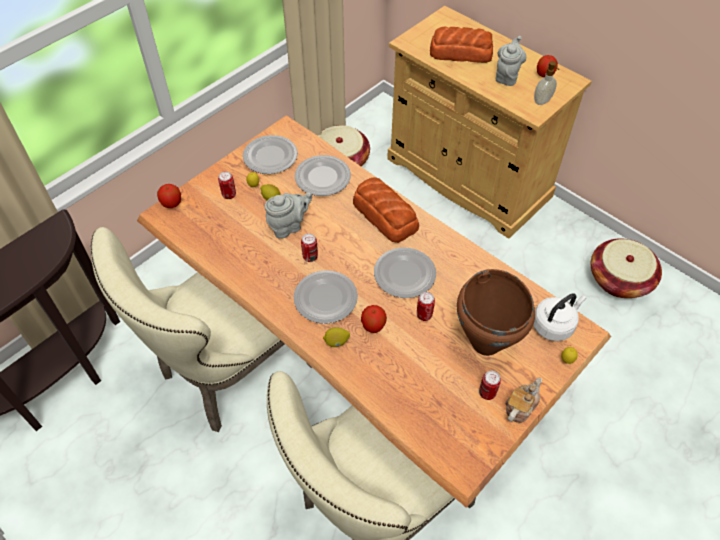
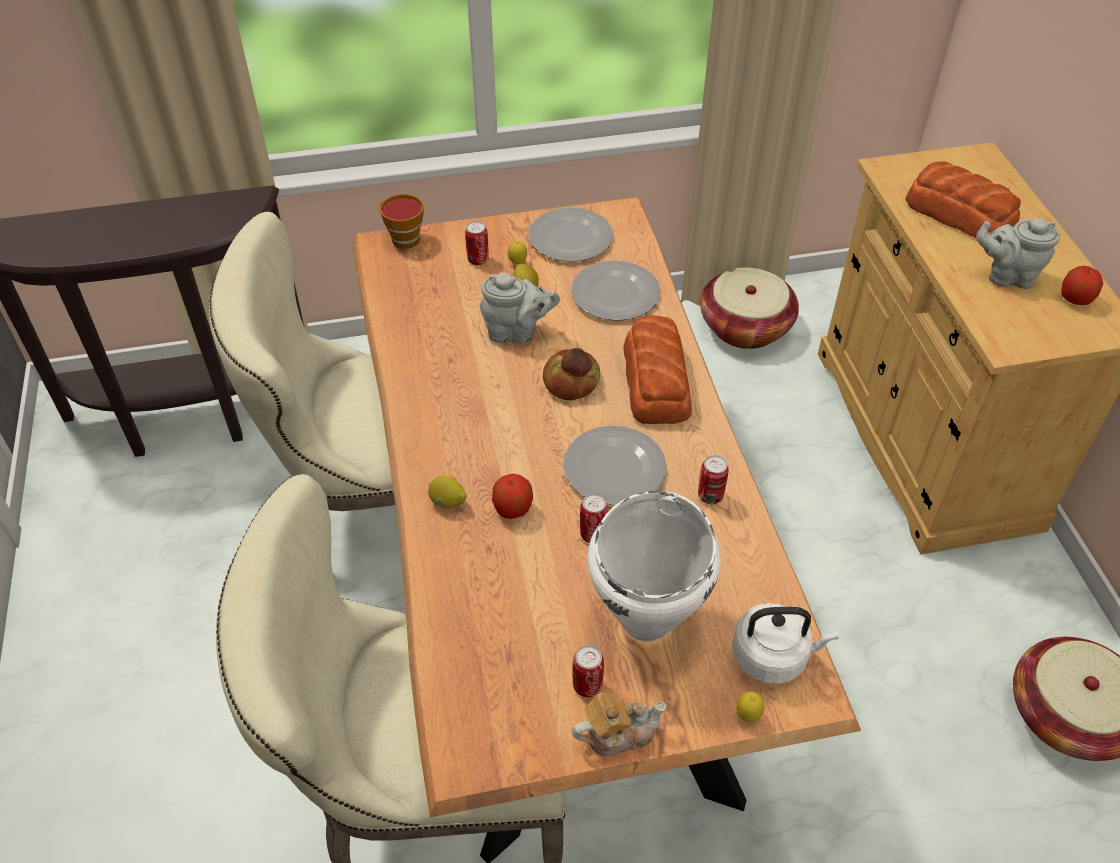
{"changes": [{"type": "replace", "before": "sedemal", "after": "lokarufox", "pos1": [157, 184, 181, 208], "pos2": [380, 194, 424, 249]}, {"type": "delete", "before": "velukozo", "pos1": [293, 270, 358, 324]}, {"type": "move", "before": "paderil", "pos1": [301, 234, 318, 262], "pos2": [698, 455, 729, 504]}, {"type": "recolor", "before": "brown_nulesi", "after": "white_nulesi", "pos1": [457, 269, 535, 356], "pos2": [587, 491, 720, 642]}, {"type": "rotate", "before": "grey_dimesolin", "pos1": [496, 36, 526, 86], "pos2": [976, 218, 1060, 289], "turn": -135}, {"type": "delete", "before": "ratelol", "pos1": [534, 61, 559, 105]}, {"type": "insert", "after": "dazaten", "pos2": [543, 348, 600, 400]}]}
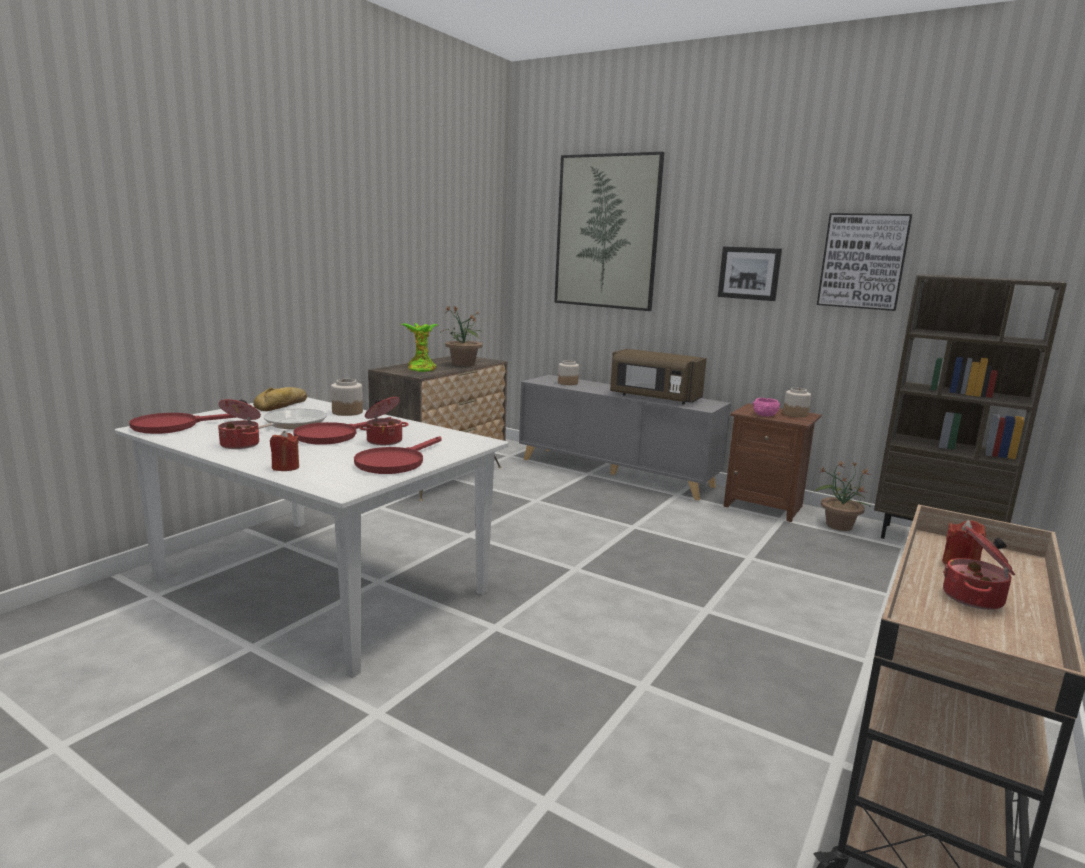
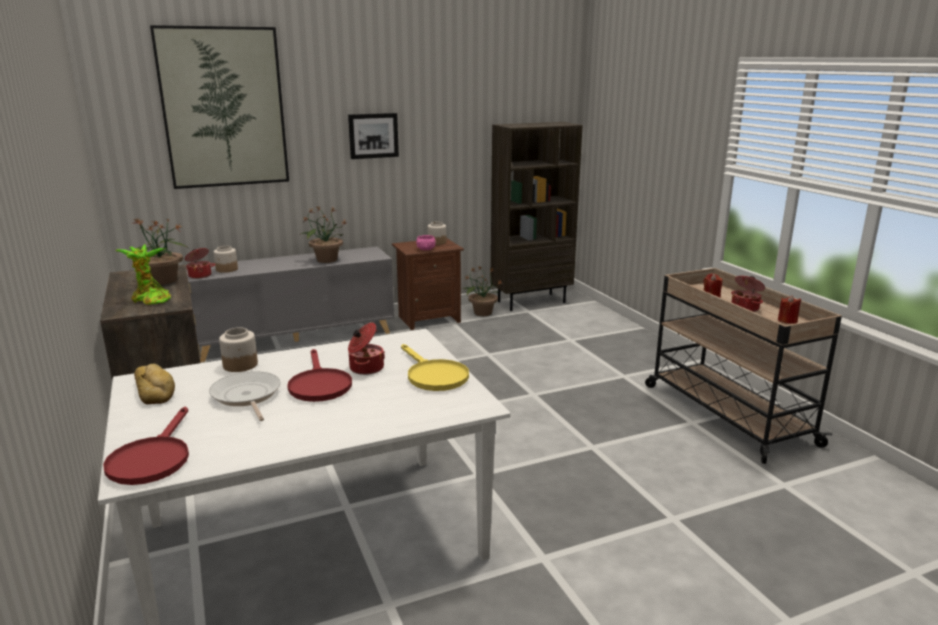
{"changes": [{"type": "move", "before": "nulesi", "pos1": [218, 399, 261, 449], "pos2": [185, 248, 215, 279]}, {"type": "move", "before": "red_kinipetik", "pos1": [270, 431, 299, 471], "pos2": [778, 295, 801, 324]}, {"type": "recolor", "before": "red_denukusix", "after": "yellow_denukusix", "pos1": [354, 436, 442, 474], "pos2": [401, 344, 469, 391]}, {"type": "replace", "before": "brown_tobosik", "after": "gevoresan", "pos1": [610, 349, 707, 404], "pos2": [301, 206, 347, 263]}, {"type": "delete", "before": "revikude", "pos1": [817, 213, 912, 311]}]}
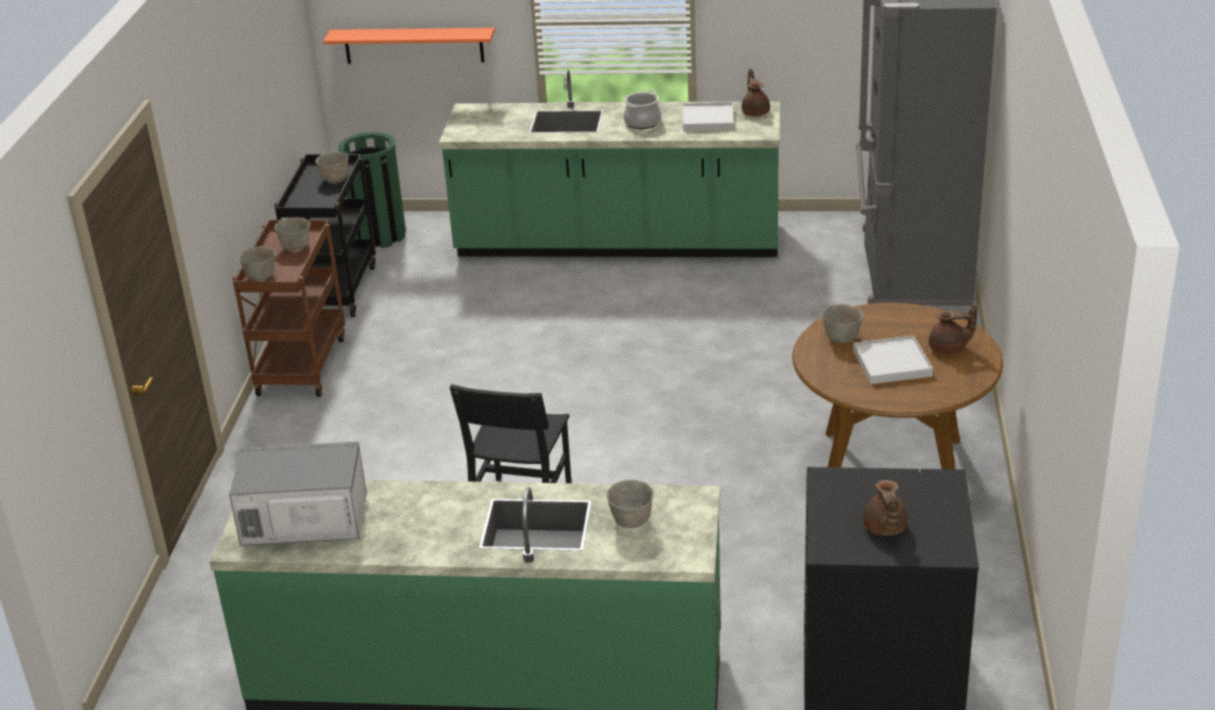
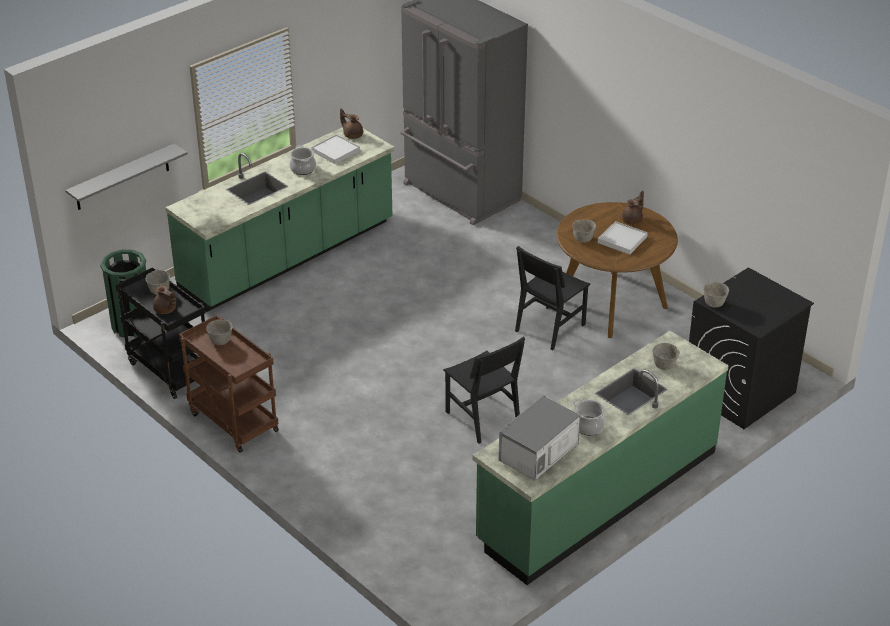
{"changes": [{"type": "move", "before": "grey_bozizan", "pos1": [239, 246, 276, 281], "pos2": [704, 282, 729, 307]}, {"type": "recolor", "before": "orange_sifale", "after": "grey_sifale", "pos1": [323, 28, 495, 64], "pos2": [65, 144, 188, 210]}, {"type": "move", "before": "brown_dimesolin", "pos1": [863, 480, 908, 536], "pos2": [153, 286, 176, 314]}, {"type": "insert", "after": "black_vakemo", "pos2": [515, 246, 590, 350]}, {"type": "insert", "after": "nulesi", "pos2": [573, 399, 606, 435]}]}
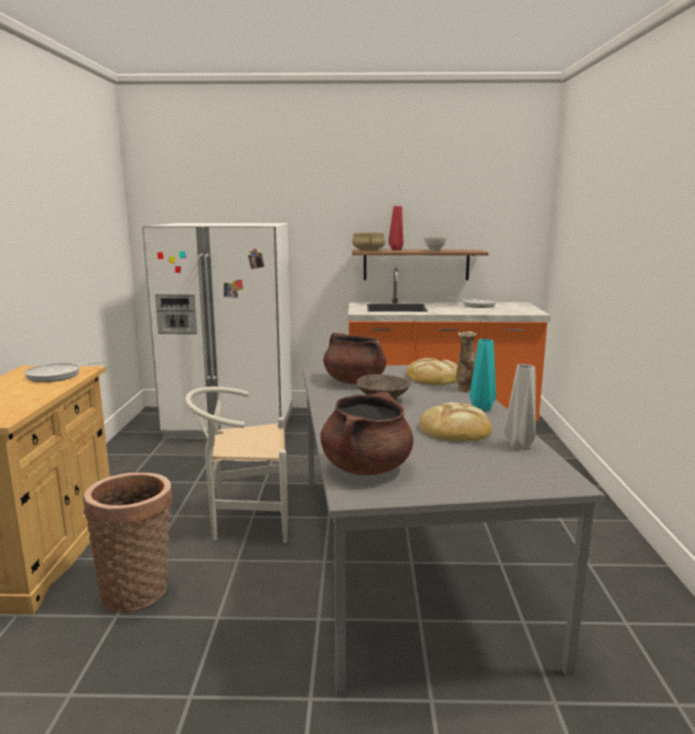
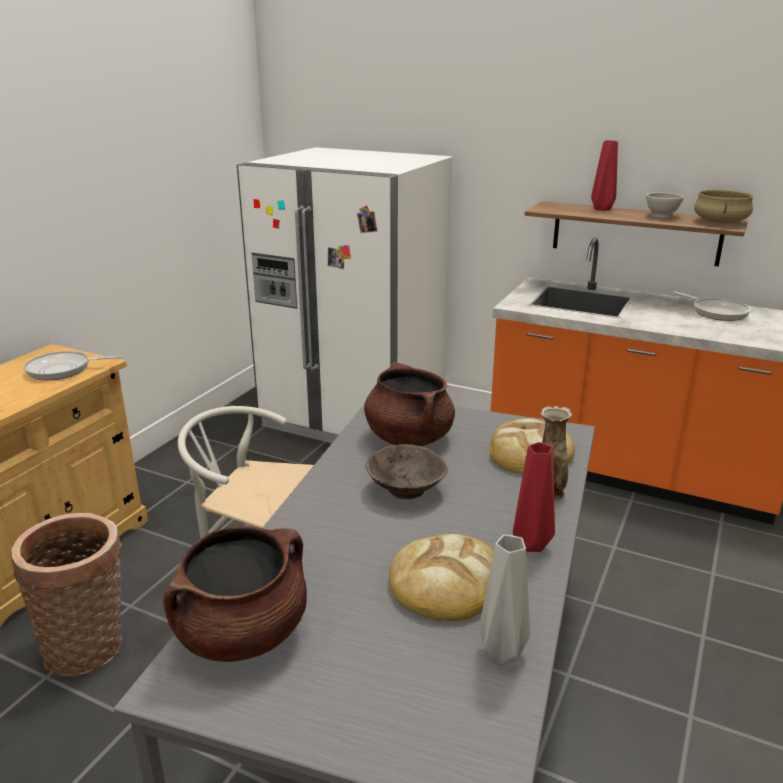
{"changes": [{"type": "move", "before": "beige_nulesi", "pos1": [352, 232, 385, 251], "pos2": [694, 190, 753, 223]}, {"type": "recolor", "before": "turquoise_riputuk", "after": "red_riputuk", "pos1": [470, 339, 496, 411], "pos2": [513, 442, 555, 552]}]}
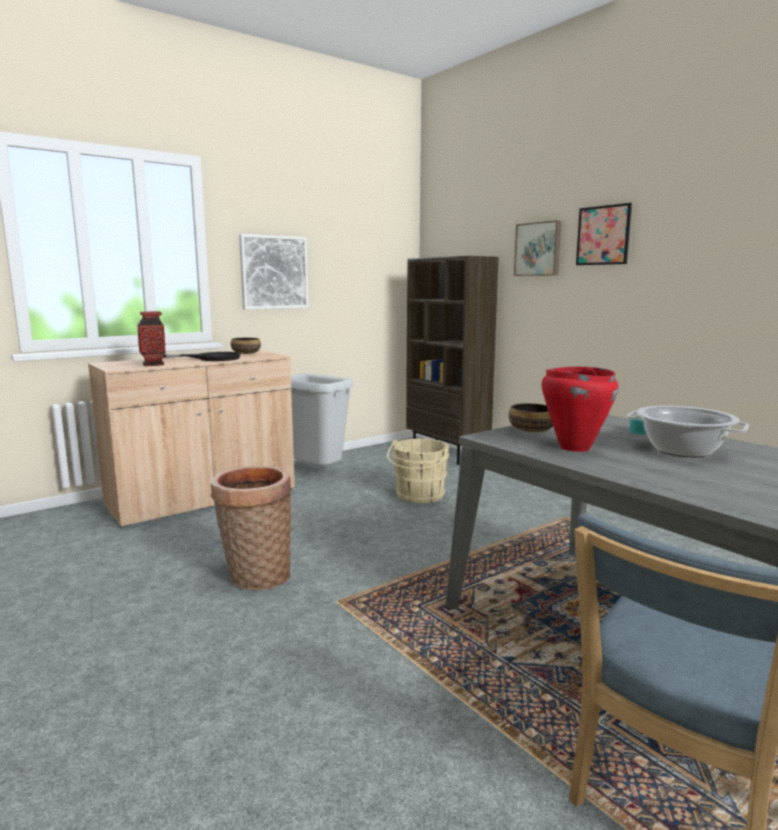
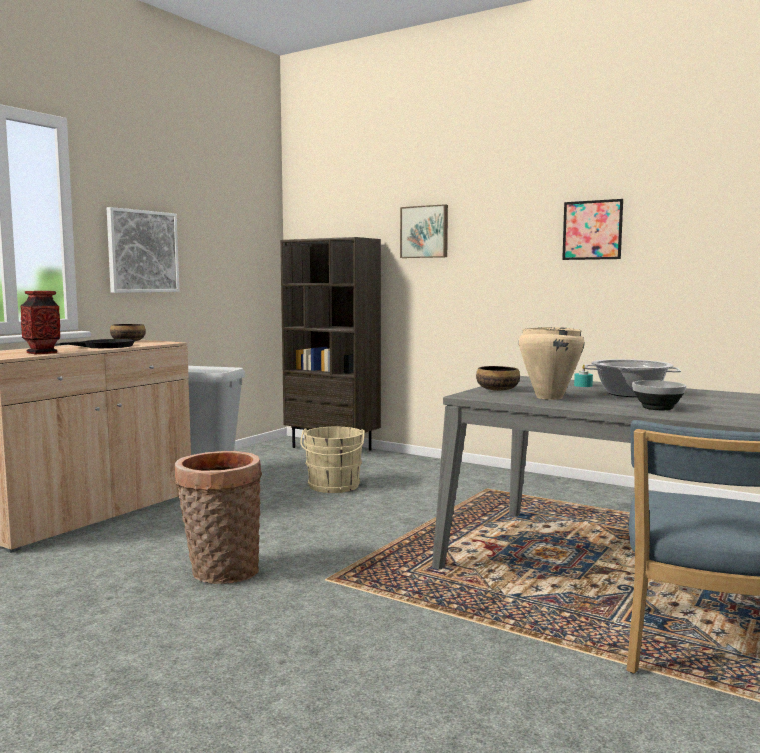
{"changes": [{"type": "recolor", "before": "red_nulesi", "after": "beige_nulesi", "pos1": [542, 367, 618, 452], "pos2": [519, 327, 584, 400]}, {"type": "move", "before": "revikude", "pos1": [576, 203, 632, 265], "pos2": [562, 199, 623, 260]}, {"type": "insert", "after": "bozizan", "pos2": [632, 380, 686, 410]}]}
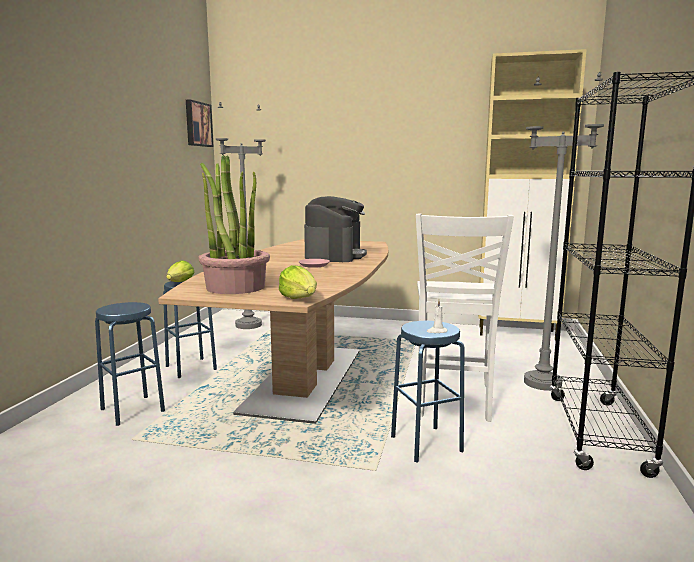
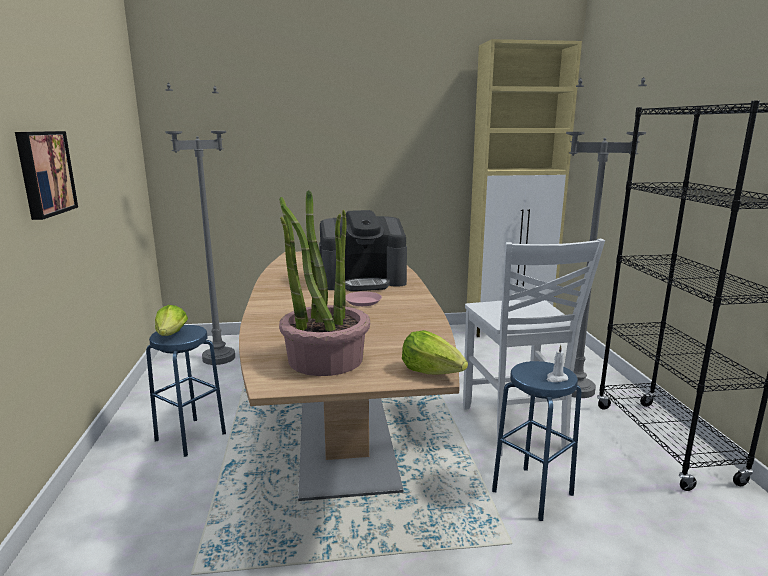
{"changes": [{"type": "delete", "before": "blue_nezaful", "pos1": [95, 302, 165, 426]}, {"type": "move", "before": "revikude", "pos1": [186, 100, 214, 147], "pos2": [15, 131, 78, 220]}, {"type": "rotate", "before": "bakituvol", "pos1": [304, 196, 367, 262], "pos2": [319, 210, 407, 291], "turn": 90}]}
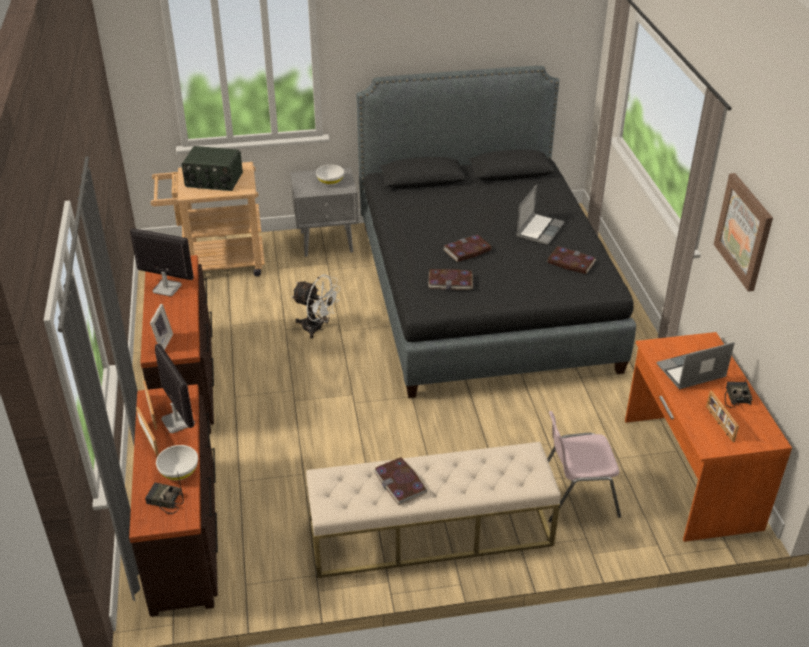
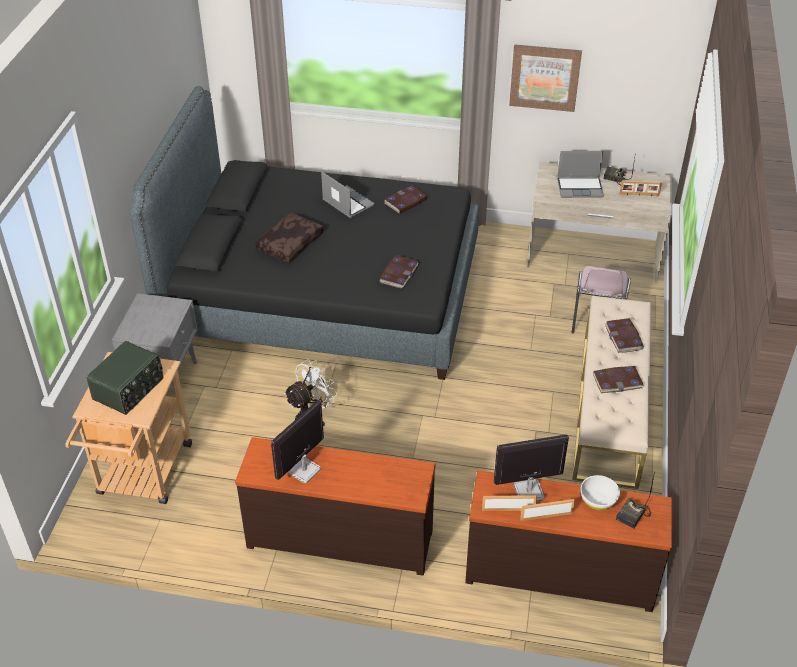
{"changes": [{"type": "delete", "before": "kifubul", "pos1": [150, 304, 173, 350]}, {"type": "delete", "before": "white_bozizan", "pos1": [316, 165, 344, 186]}, {"type": "move", "before": "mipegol", "pos1": [443, 235, 491, 262], "pos2": [605, 318, 644, 353]}, {"type": "recolor", "before": "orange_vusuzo", "after": "beige_vusuzo", "pos1": [625, 332, 792, 542], "pos2": [527, 162, 672, 283]}, {"type": "rotate", "before": "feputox", "pos1": [656, 342, 735, 389], "pos2": [557, 151, 604, 198], "turn": -90}, {"type": "insert", "after": "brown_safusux", "pos2": [256, 213, 323, 263]}]}
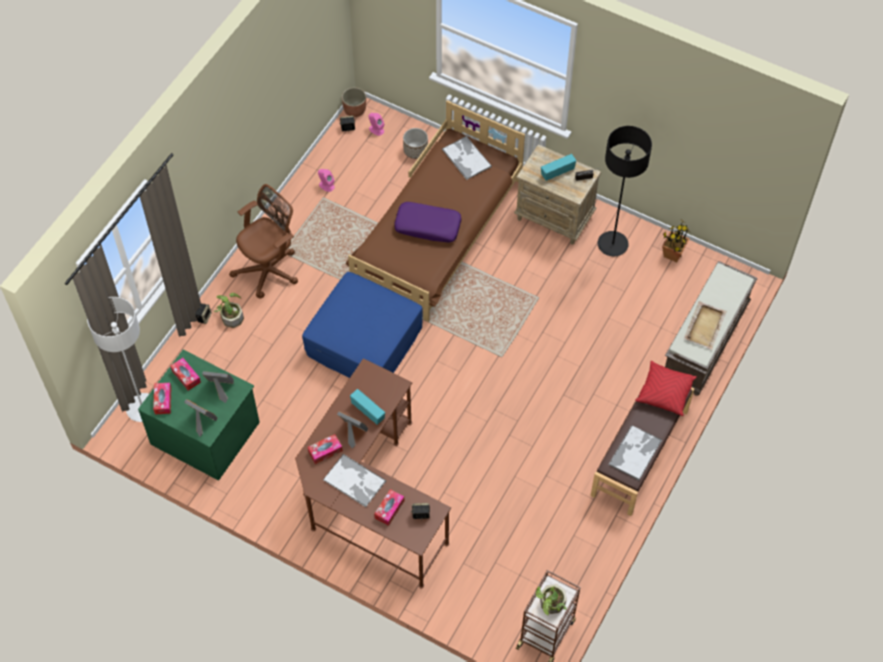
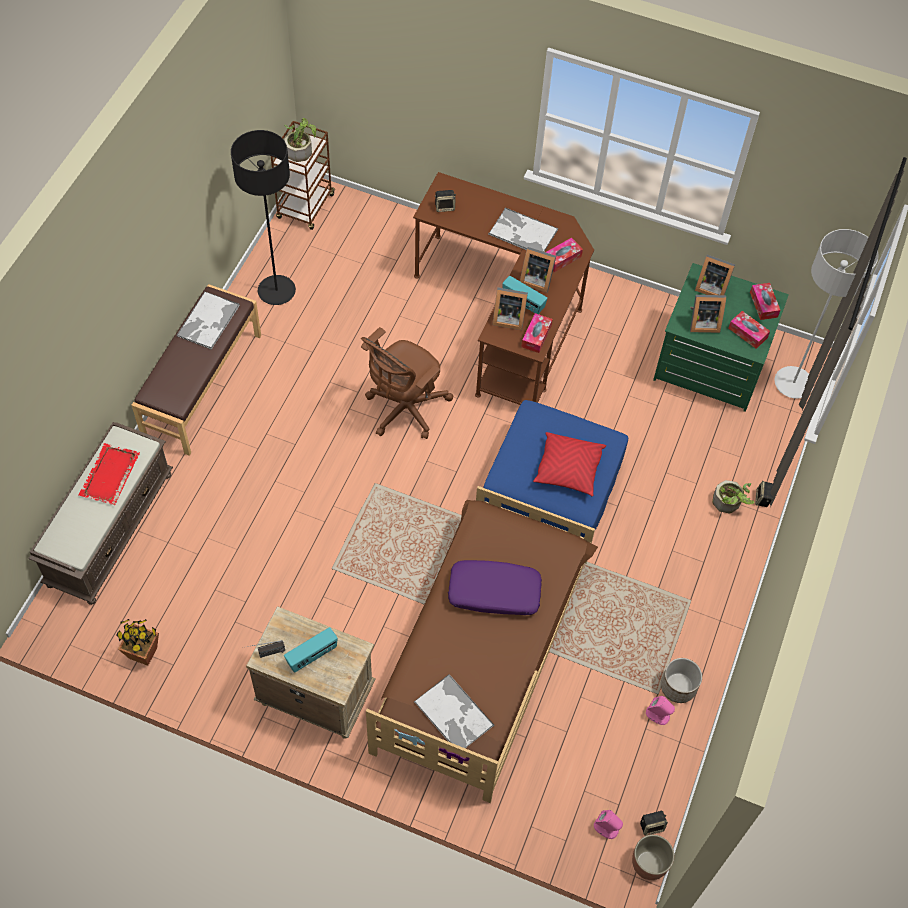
{"changes": [{"type": "move", "before": "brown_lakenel", "pos1": [229, 184, 298, 299], "pos2": [361, 327, 453, 439]}, {"type": "move", "before": "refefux", "pos1": [374, 489, 404, 526], "pos2": [521, 313, 553, 353]}, {"type": "move", "before": "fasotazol", "pos1": [403, 128, 428, 159], "pos2": [661, 658, 702, 703]}, {"type": "move", "before": "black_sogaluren", "pos1": [598, 126, 652, 256], "pos2": [231, 130, 296, 305]}, {"type": "move", "before": "red_safusux", "pos1": [635, 361, 697, 416], "pos2": [533, 432, 606, 496]}, {"type": "recolor", "before": "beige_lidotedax", "after": "red_lidotedax", "pos1": [684, 301, 727, 350], "pos2": [78, 443, 140, 505]}, {"type": "insert", "after": "kifubul", "pos2": [492, 287, 528, 330]}]}
